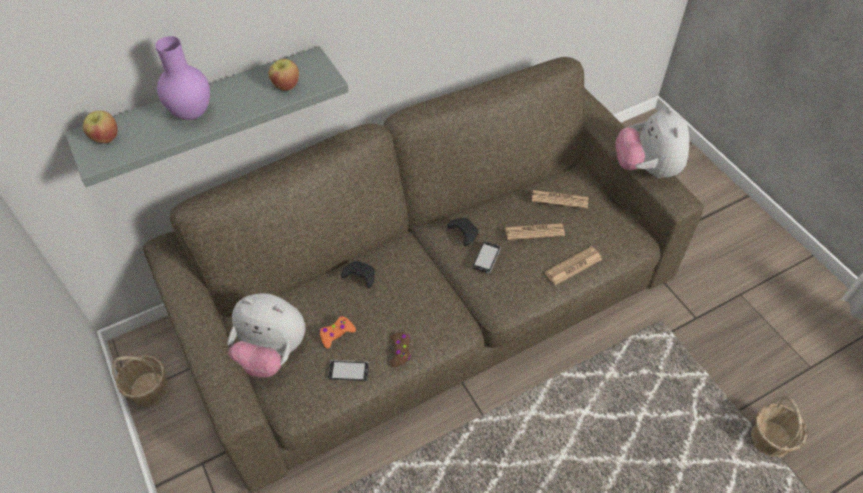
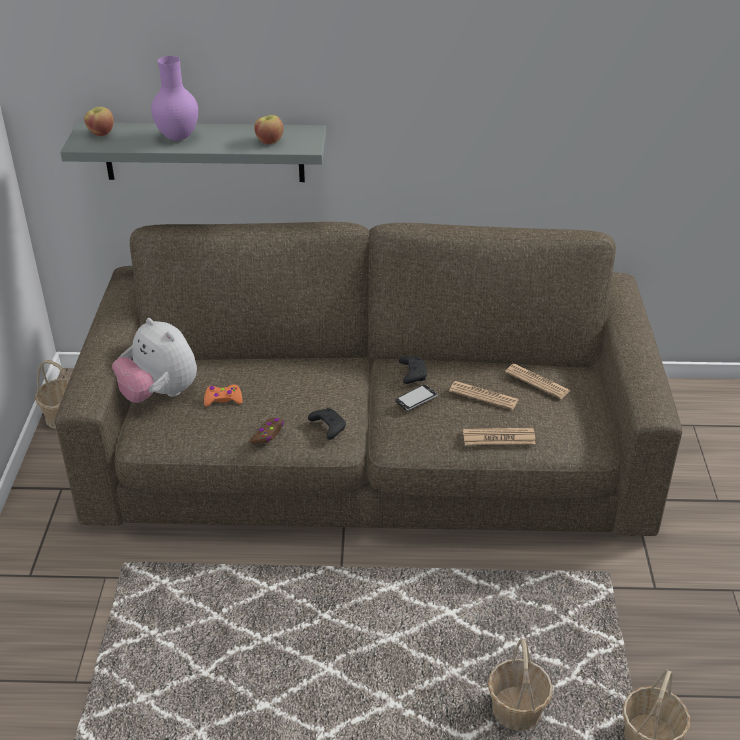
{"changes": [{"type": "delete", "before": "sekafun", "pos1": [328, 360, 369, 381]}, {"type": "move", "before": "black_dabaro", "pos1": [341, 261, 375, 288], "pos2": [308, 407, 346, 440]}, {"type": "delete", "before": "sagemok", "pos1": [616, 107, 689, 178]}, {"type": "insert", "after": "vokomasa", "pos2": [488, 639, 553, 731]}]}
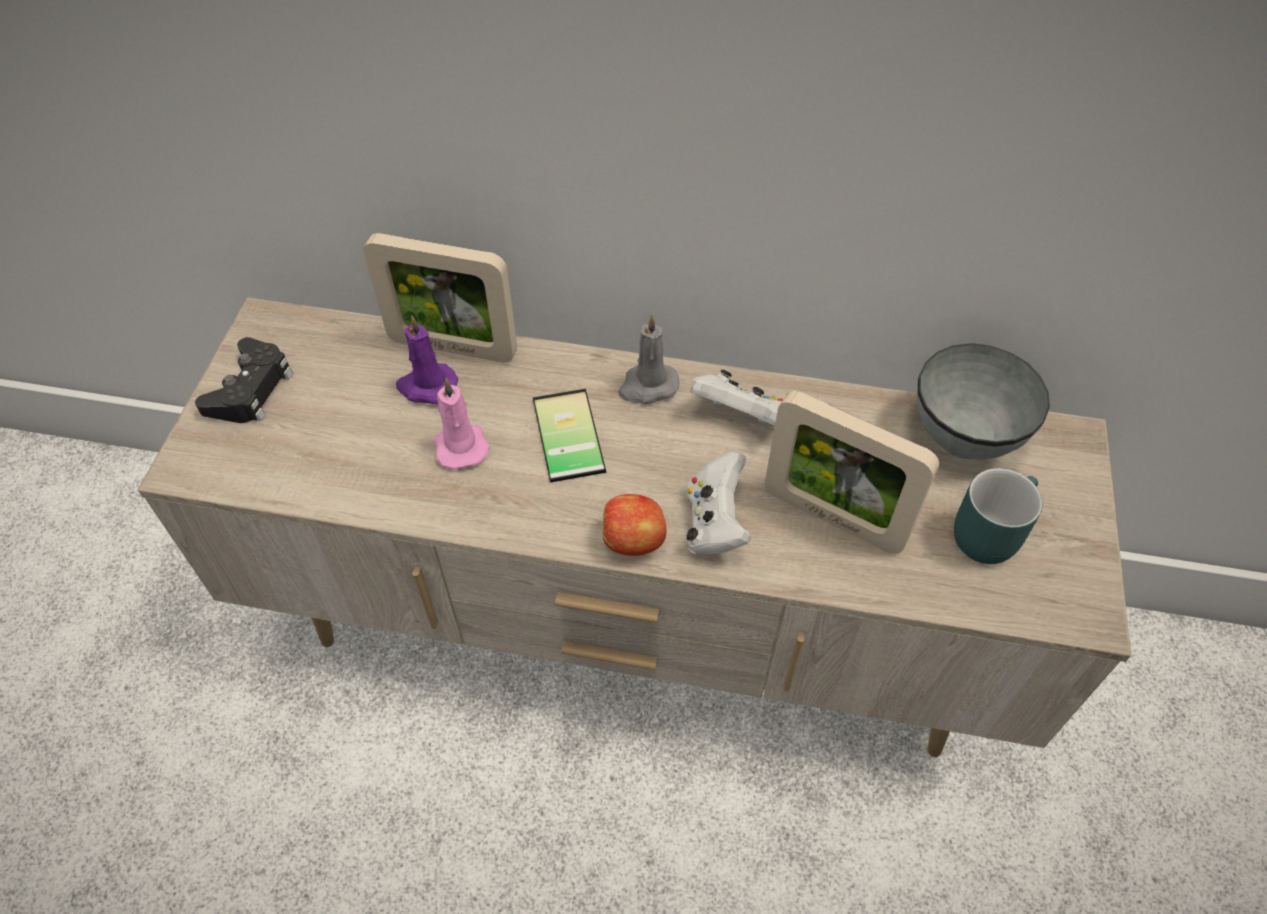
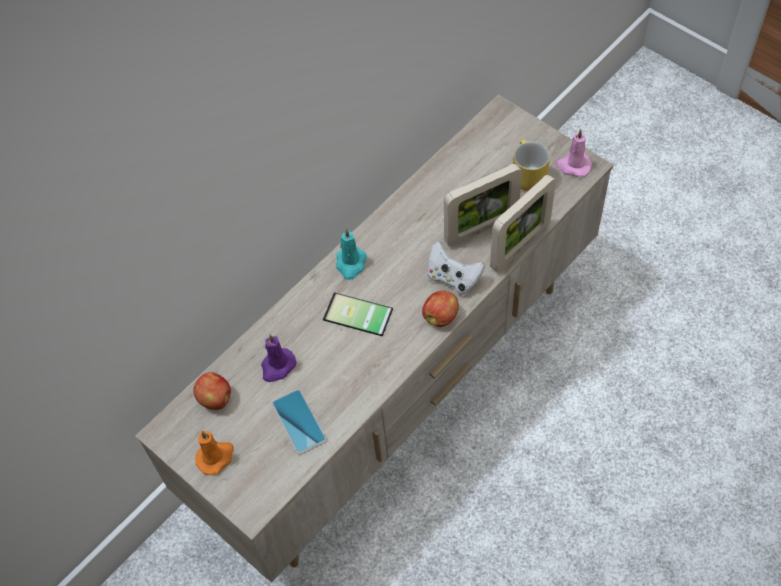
{"changes": [{"type": "replace", "before": "black_dabaro", "after": "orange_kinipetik", "pos1": [195, 337, 293, 423], "pos2": [195, 431, 234, 475]}, {"type": "move", "before": "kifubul", "pos1": [363, 233, 517, 363], "pos2": [490, 174, 556, 272]}, {"type": "move", "before": "pink_kinipetik", "pos1": [434, 378, 490, 470], "pos2": [556, 129, 592, 177]}, {"type": "recolor", "before": "grey_kinipetik", "after": "turquoise_kinipetik", "pos1": [618, 314, 679, 404], "pos2": [336, 229, 367, 280]}, {"type": "delete", "before": "white_dabaro", "pos1": [690, 370, 783, 426]}, {"type": "delete", "before": "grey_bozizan", "pos1": [917, 343, 1050, 459]}, {"type": "recolor", "before": "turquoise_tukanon", "after": "yellow_tukanon", "pos1": [954, 468, 1043, 564], "pos2": [513, 139, 550, 191]}, {"type": "insert", "after": "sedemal", "pos2": [193, 372, 231, 410]}, {"type": "insert", "after": "sekafun", "pos2": [272, 389, 327, 454]}]}
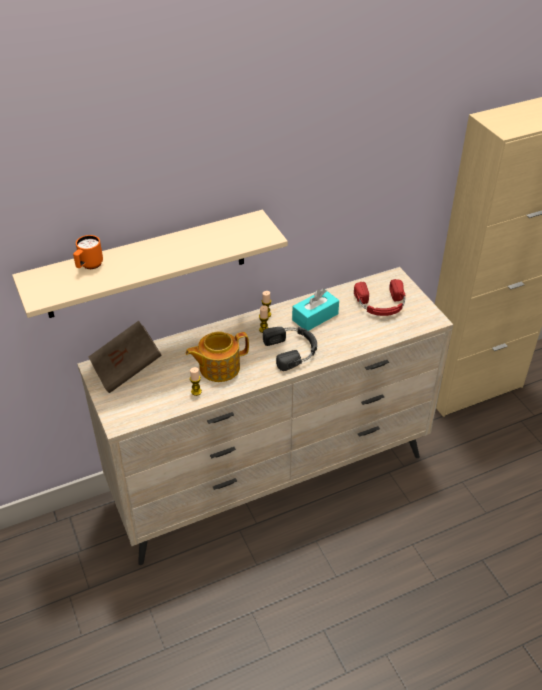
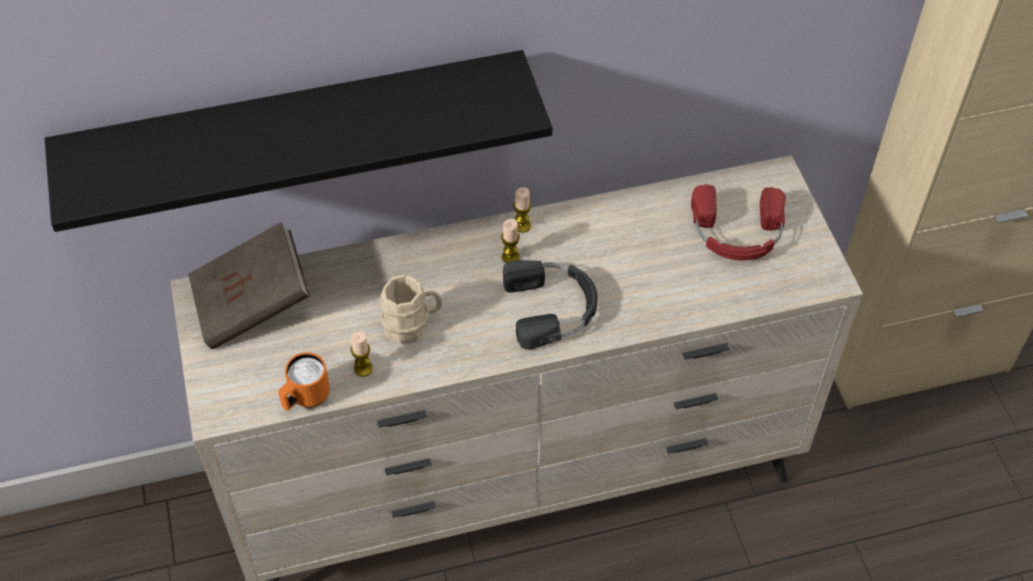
{"changes": [{"type": "recolor", "before": "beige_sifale", "after": "black_sifale", "pos1": [12, 210, 288, 318], "pos2": [45, 50, 553, 232]}, {"type": "move", "before": "orange_tukanon", "pos1": [73, 235, 103, 269], "pos2": [278, 352, 330, 411]}, {"type": "replace", "before": "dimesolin", "after": "beige_tukanon", "pos1": [185, 331, 249, 382], "pos2": [380, 275, 442, 344]}, {"type": "delete", "before": "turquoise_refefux", "pos1": [292, 288, 339, 331]}]}
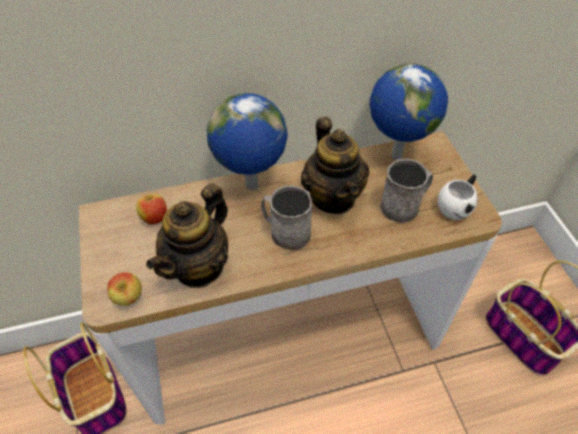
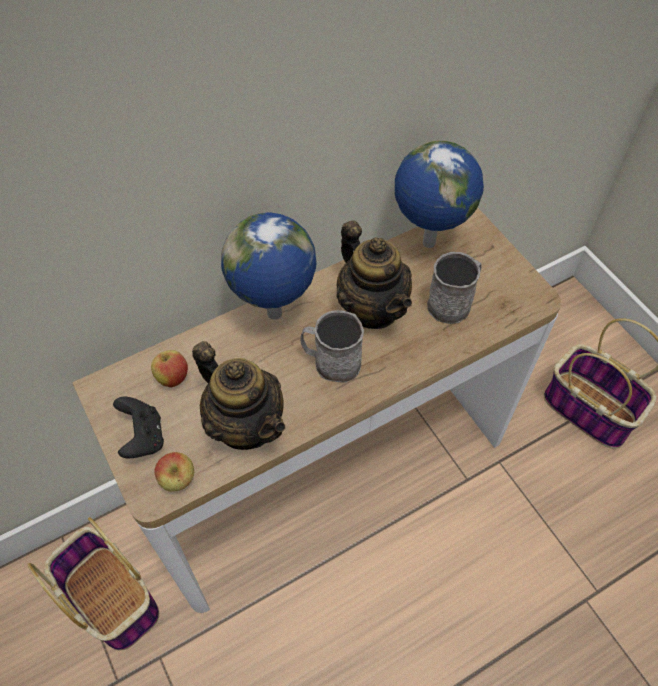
{"changes": [{"type": "rotate", "before": "dimesolin", "pos1": [146, 183, 228, 288], "pos2": [192, 341, 285, 450], "turn": -60}, {"type": "delete", "before": "white_tukanon", "pos1": [438, 175, 478, 220]}, {"type": "insert", "after": "black_dabaro", "pos2": [113, 397, 164, 459]}]}
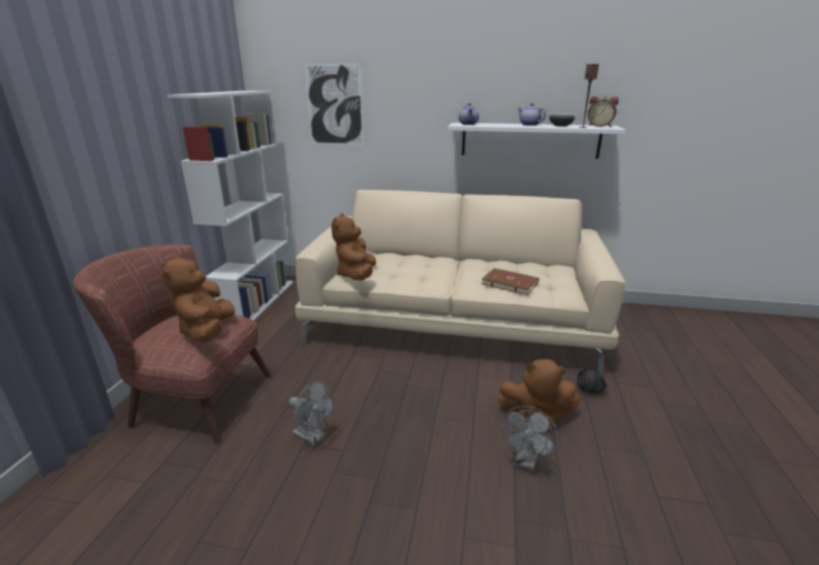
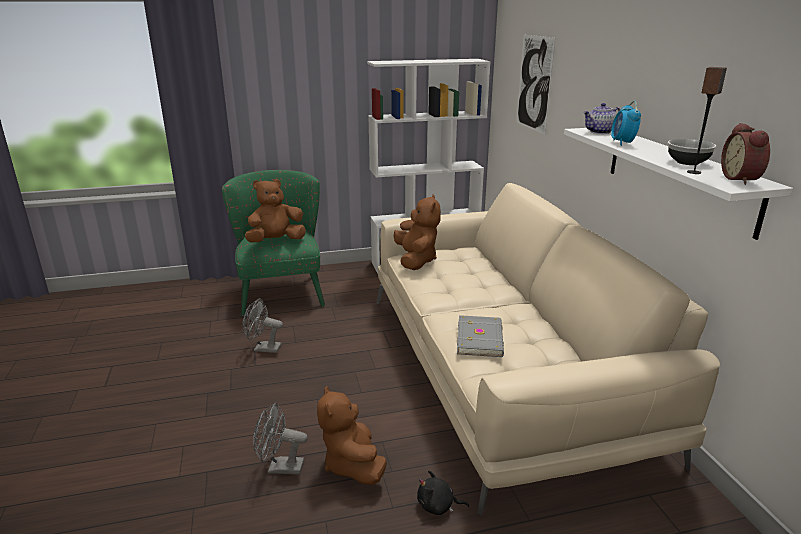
{"changes": [{"type": "recolor", "before": "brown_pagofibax", "after": "green_pagofibax", "pos1": [73, 245, 271, 443], "pos2": [222, 170, 325, 316]}, {"type": "rotate", "before": "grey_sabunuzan", "pos1": [289, 381, 334, 446], "pos2": [243, 298, 283, 353], "turn": 90}, {"type": "rotate", "before": "brown_sagemok", "pos1": [331, 213, 376, 280], "pos2": [394, 194, 441, 270], "turn": 105}, {"type": "recolor", "before": "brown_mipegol", "after": "grey_mipegol", "pos1": [482, 268, 539, 295], "pos2": [457, 315, 504, 357]}, {"type": "delete", "before": "dimesolin", "pos1": [518, 103, 546, 126]}, {"type": "insert", "after": "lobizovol", "pos2": [611, 101, 641, 146]}]}
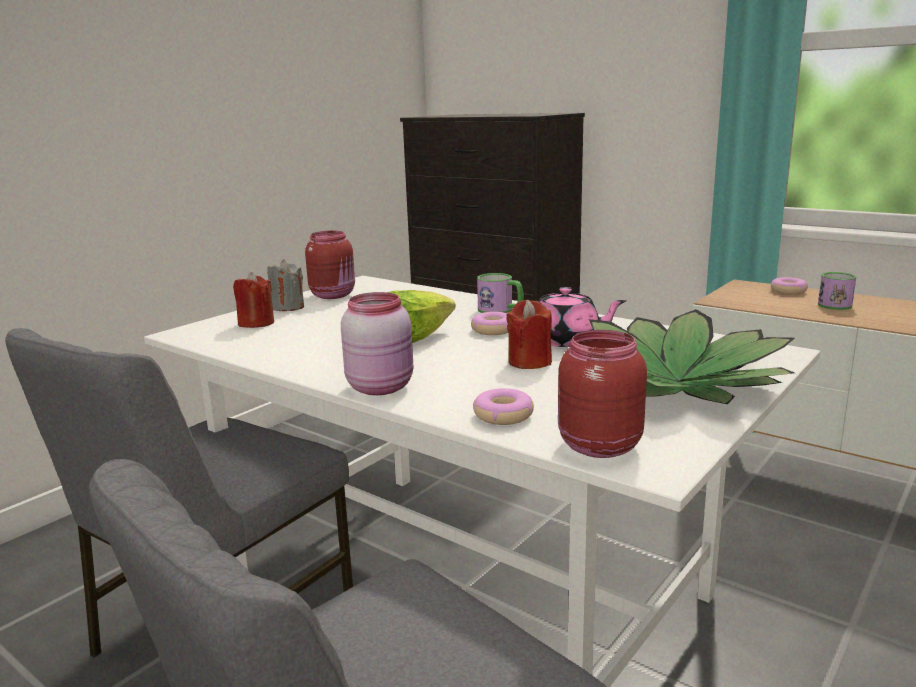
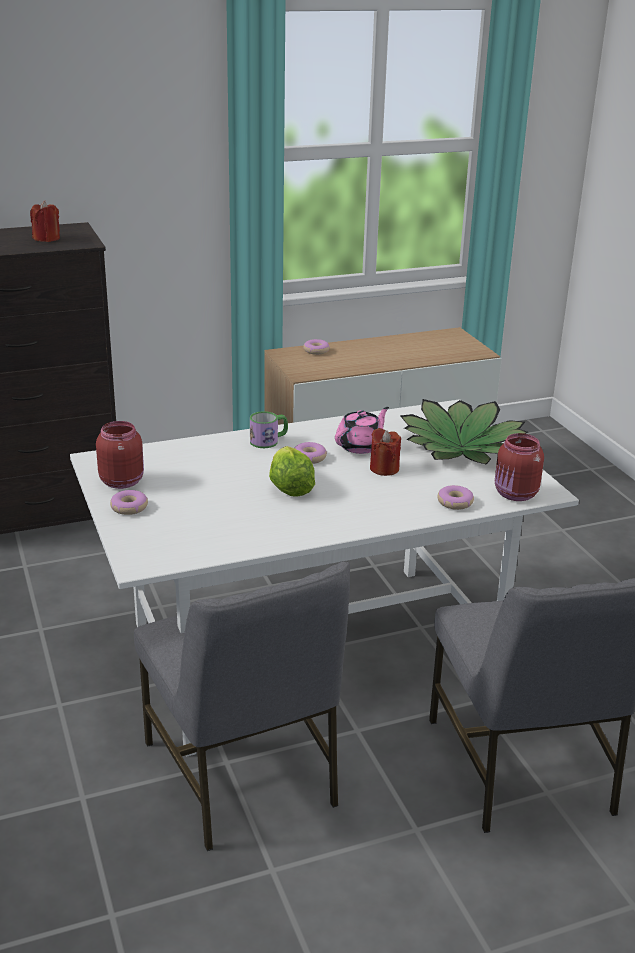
{"changes": [{"type": "move", "before": "red_kinipetik", "pos1": [233, 272, 274, 328], "pos2": [30, 201, 60, 242]}, {"type": "replace", "before": "grey_kinipetik", "after": "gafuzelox", "pos1": [267, 259, 304, 311], "pos2": [110, 490, 148, 515]}, {"type": "delete", "before": "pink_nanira", "pos1": [341, 292, 413, 395]}, {"type": "delete", "before": "tukanon", "pos1": [818, 272, 856, 310]}]}
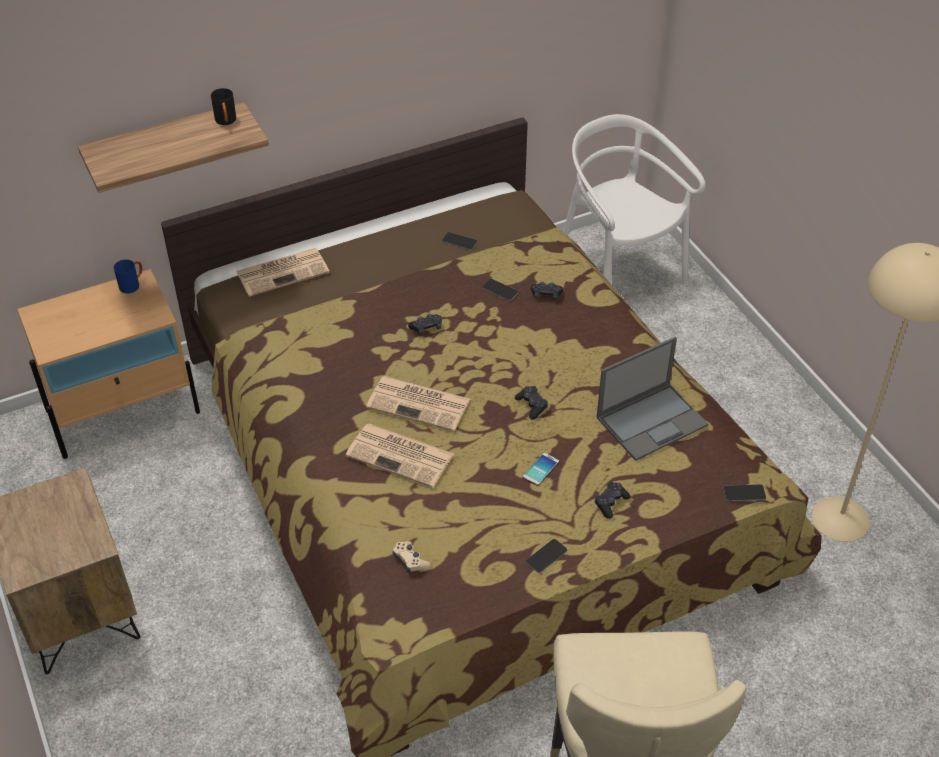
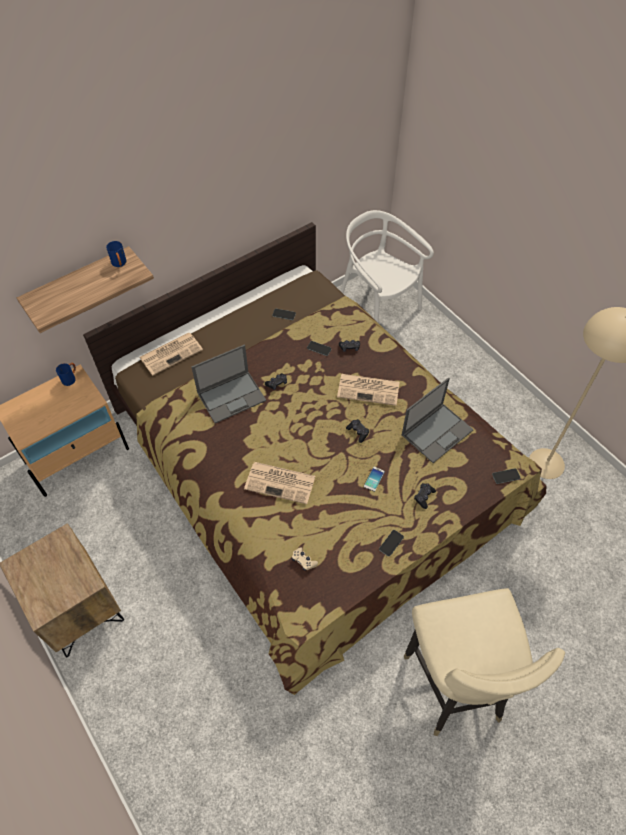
{"changes": [{"type": "recolor", "before": "black_tukanon", "after": "blue_tukanon", "pos1": [211, 88, 236, 125], "pos2": [106, 241, 127, 267]}, {"type": "move", "before": "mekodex", "pos1": [366, 376, 470, 431], "pos2": [337, 374, 400, 406]}, {"type": "insert", "after": "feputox", "pos2": [191, 345, 266, 423]}]}
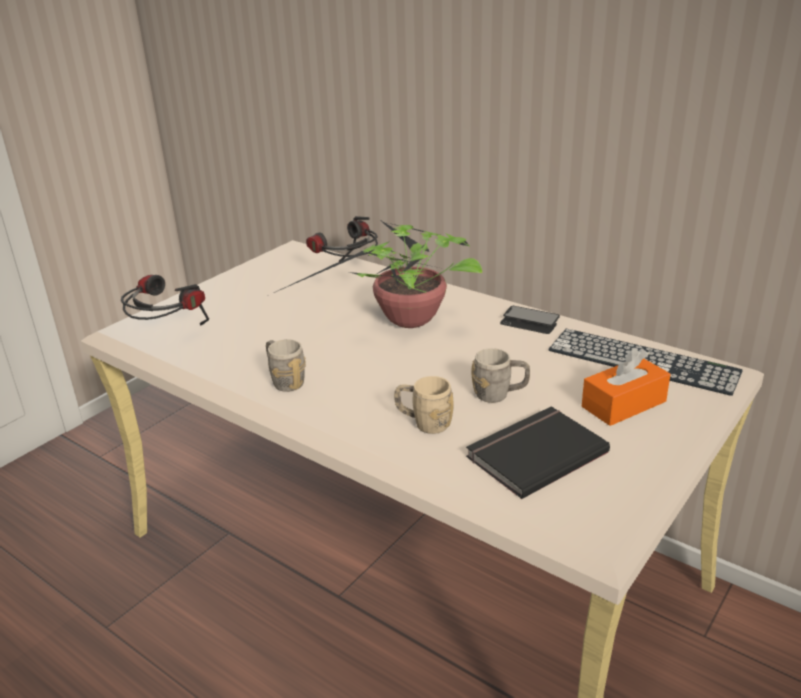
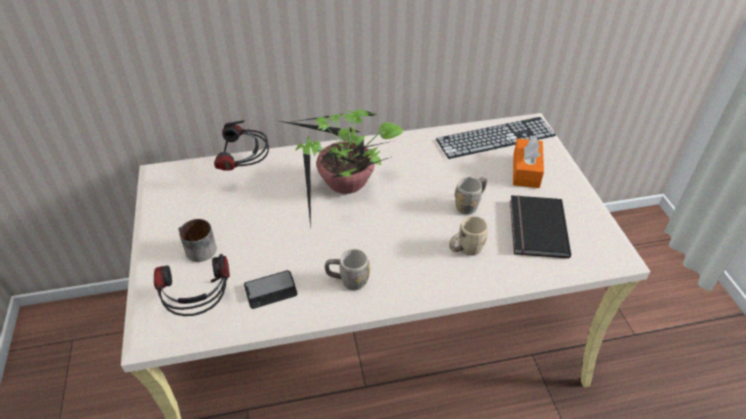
{"changes": [{"type": "move", "before": "sekafun", "pos1": [500, 306, 560, 334], "pos2": [244, 270, 298, 309]}, {"type": "insert", "after": "tukanon", "pos2": [178, 219, 217, 262]}]}
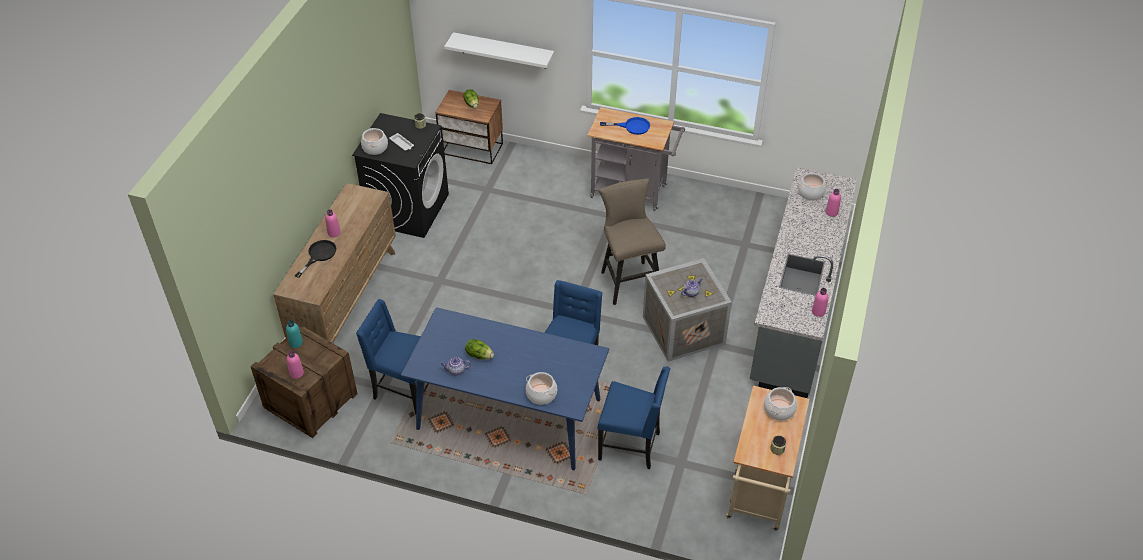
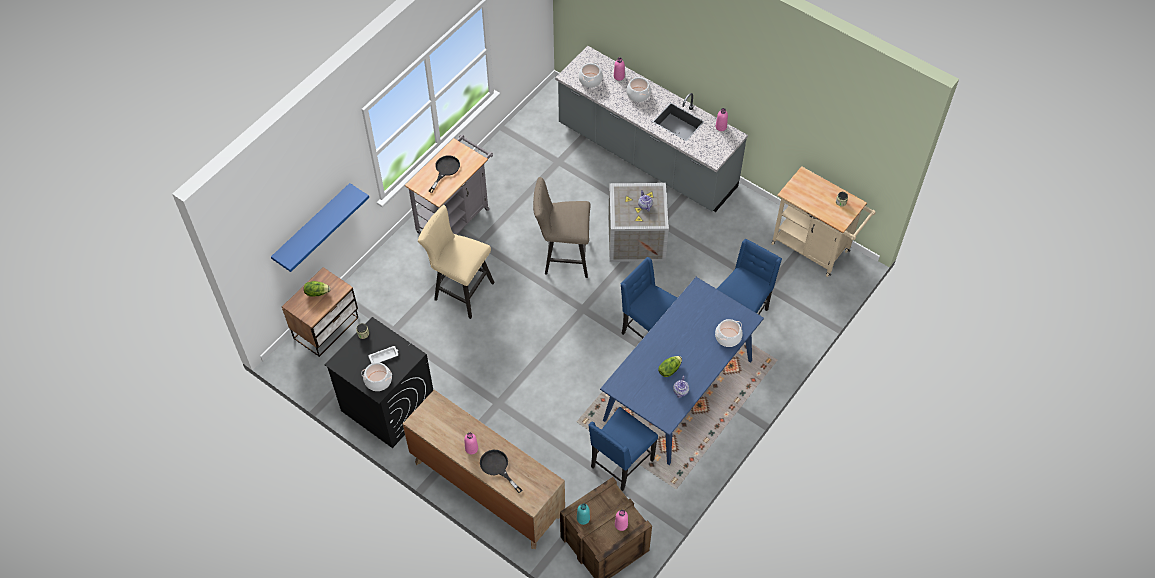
{"changes": [{"type": "recolor", "before": "white_sifale", "after": "blue_sifale", "pos1": [444, 32, 554, 69], "pos2": [271, 183, 369, 272]}, {"type": "recolor", "before": "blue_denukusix", "after": "black_denukusix", "pos1": [600, 117, 650, 135], "pos2": [429, 155, 460, 193]}, {"type": "move", "before": "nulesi", "pos1": [764, 387, 797, 421], "pos2": [626, 77, 651, 102]}, {"type": "insert", "after": "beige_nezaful", "pos2": [418, 205, 495, 319]}]}
